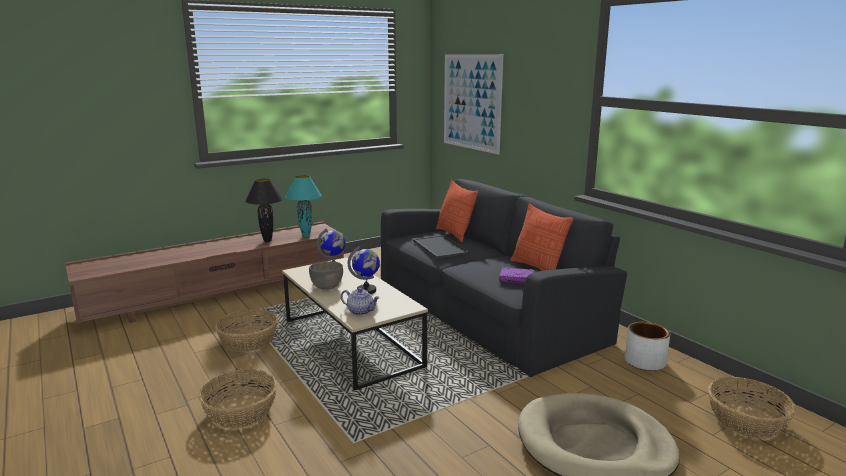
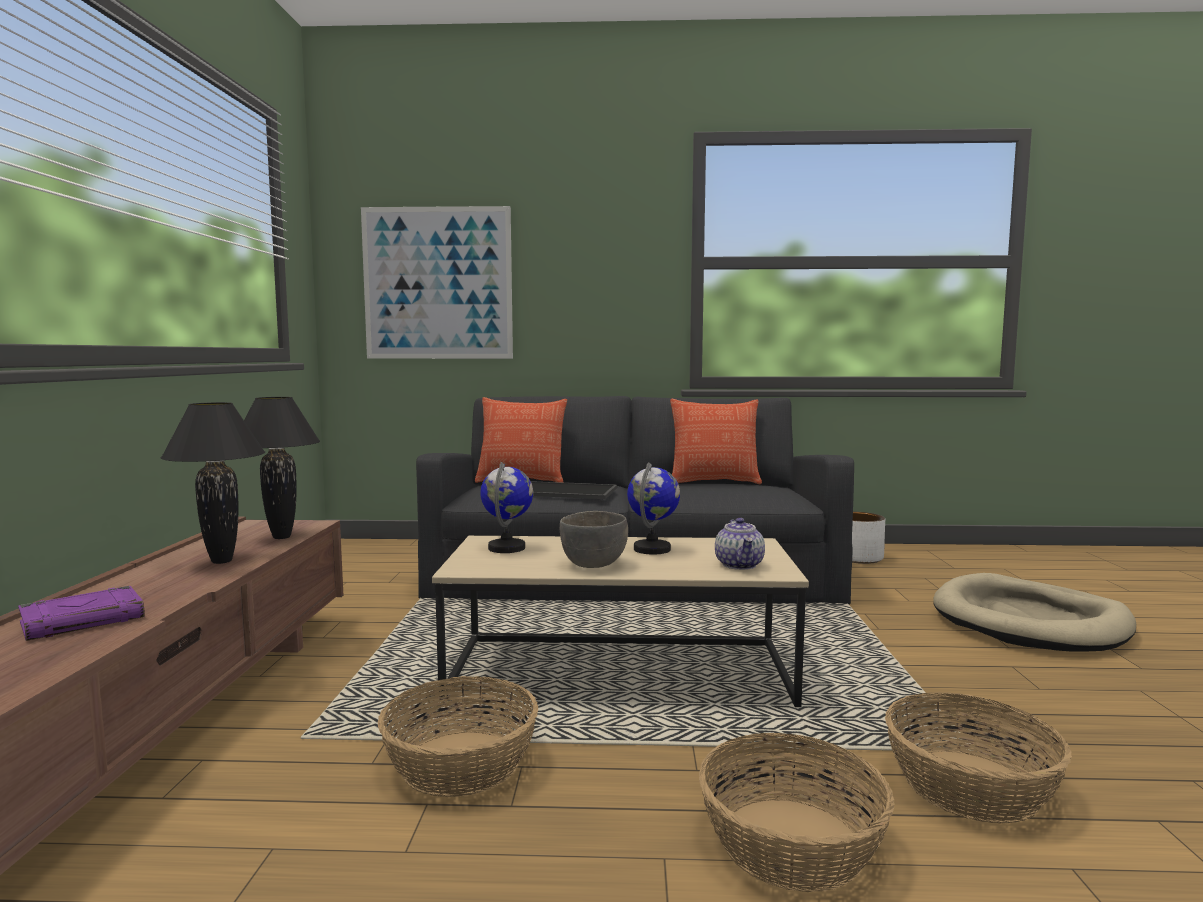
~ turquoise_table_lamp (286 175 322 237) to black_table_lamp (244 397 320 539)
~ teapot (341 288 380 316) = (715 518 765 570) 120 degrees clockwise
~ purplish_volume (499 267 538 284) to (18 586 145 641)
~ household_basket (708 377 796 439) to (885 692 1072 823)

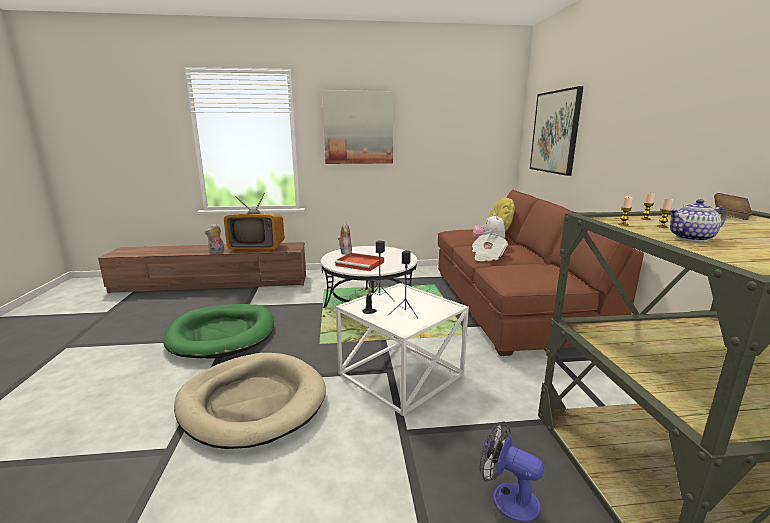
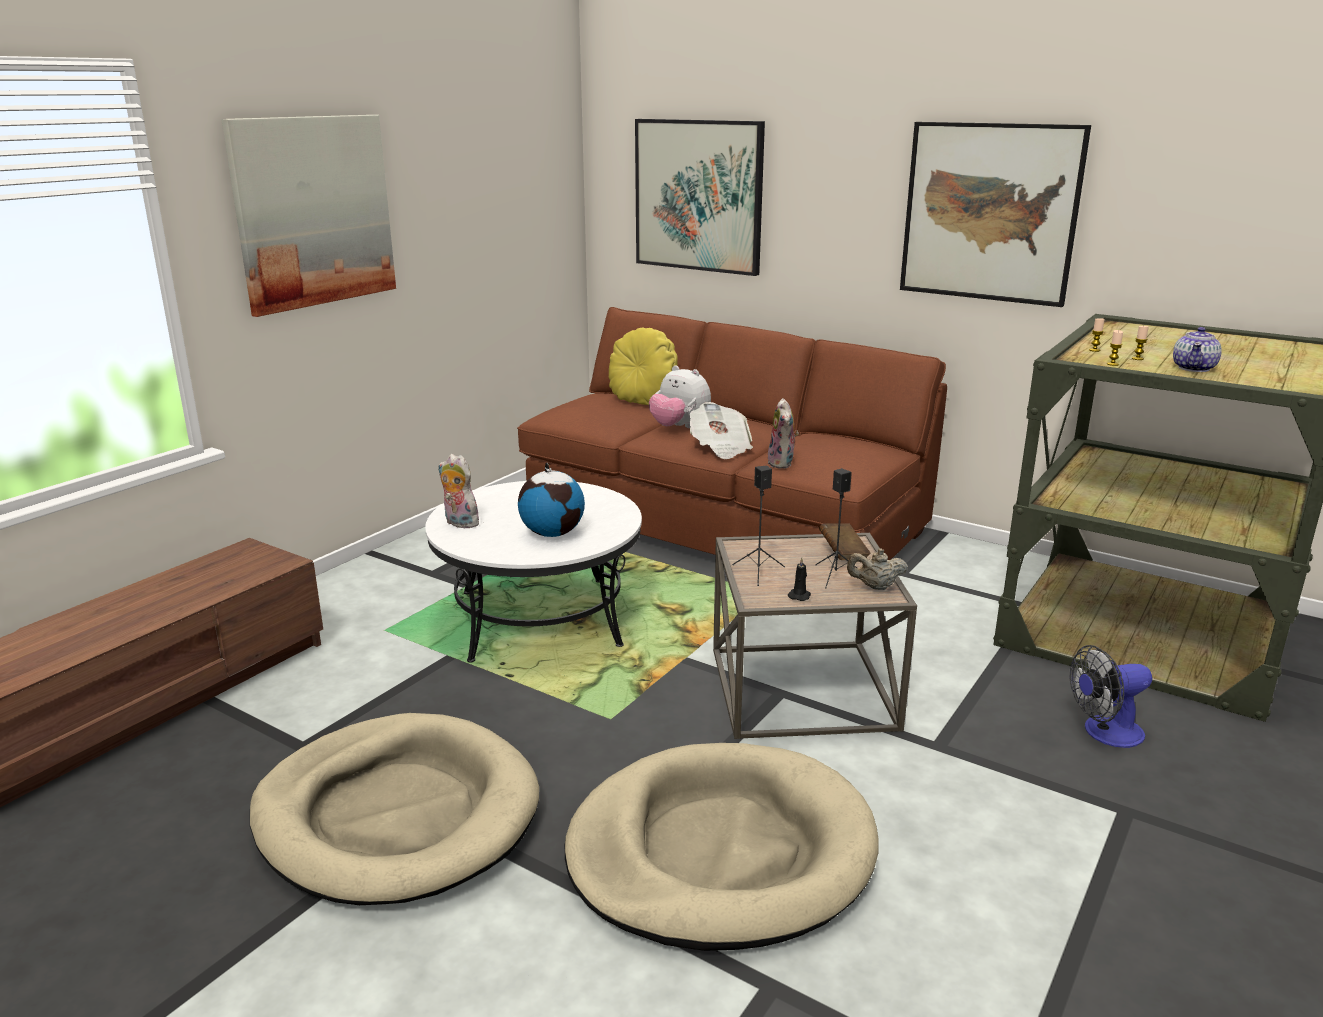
~ greenish_dog_bed (163 304 274 358) to beige_dog_bed (250 713 539 905)
~ soft_toy (204 224 224 253) to (768 398 799 469)
- TV_set (224 193 285 252)
~ reddish_serving_tray (335 253 384 271) to globe (518 463 585 537)
~ whitish_accent_table (336 283 469 416) to brown_accent_table (713 533 917 739)
~ brown_volume (714 193 753 220) to (819 523 870 560)
+ beige_teapot (847 548 908 590)
+ picture (900 122 1091 307)

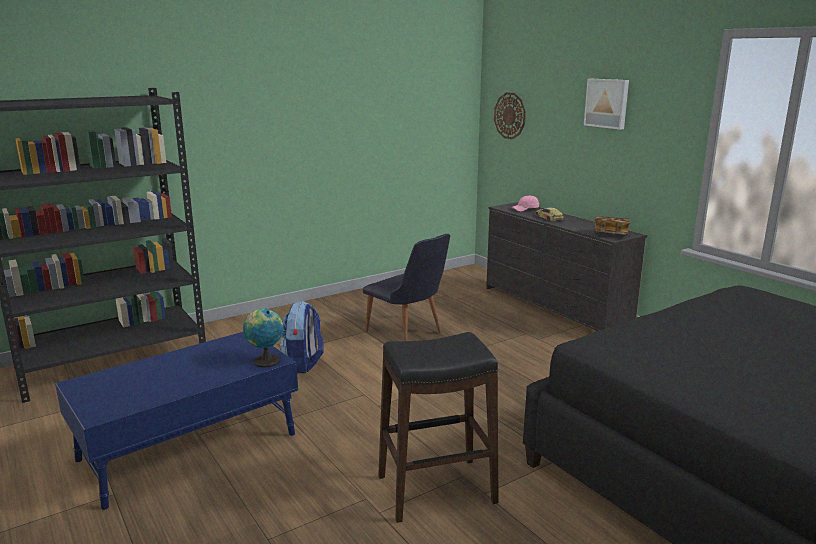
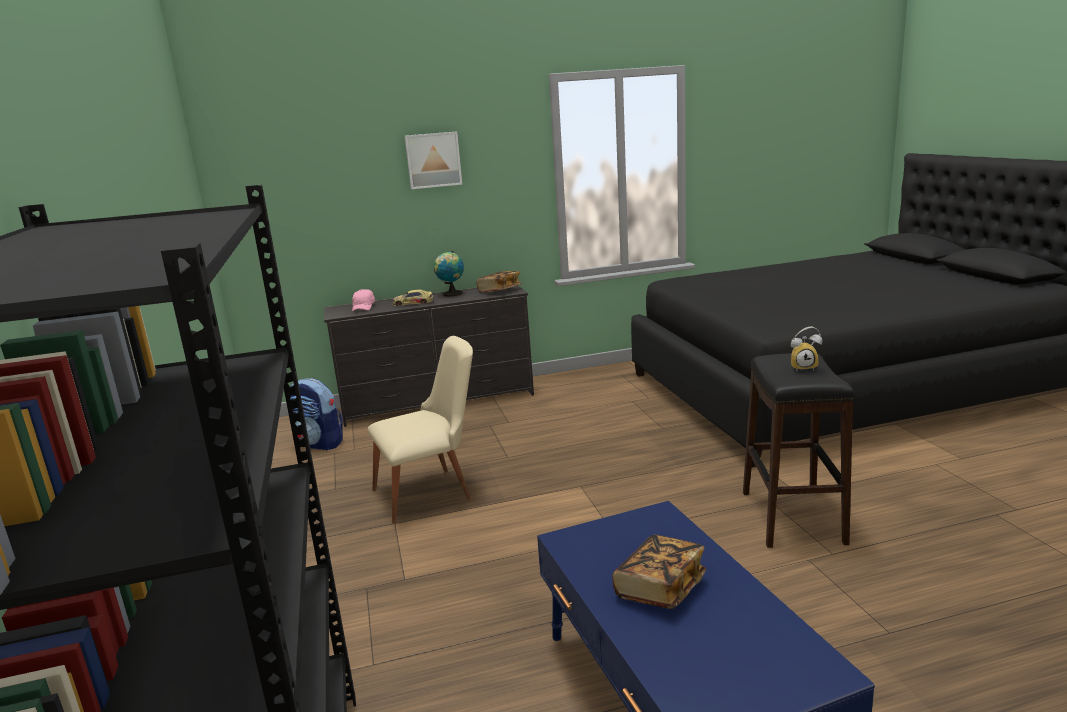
~ globe (243 308 283 368) to (434 251 464 296)
~ rucksack (279 301 324 373) to (290 378 343 451)
~ black_upright_chair (363 234 450 341) to beige_upright_chair (368 336 473 524)
- wall_clock (494 92 526 139)
+ volume (612 535 706 609)
+ bedside_clock (791 326 822 371)

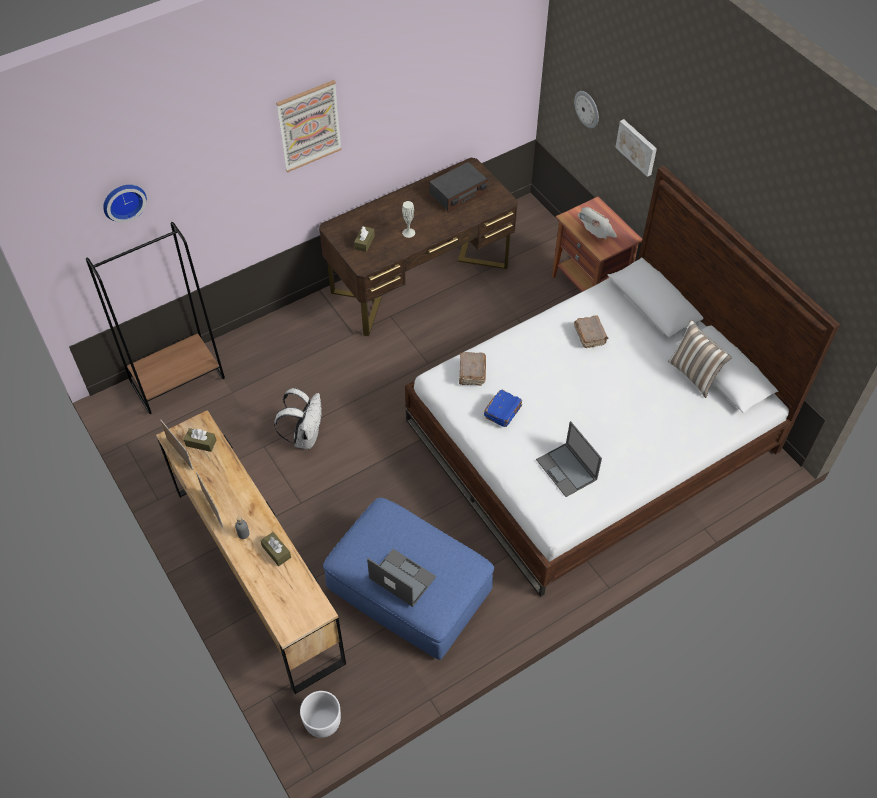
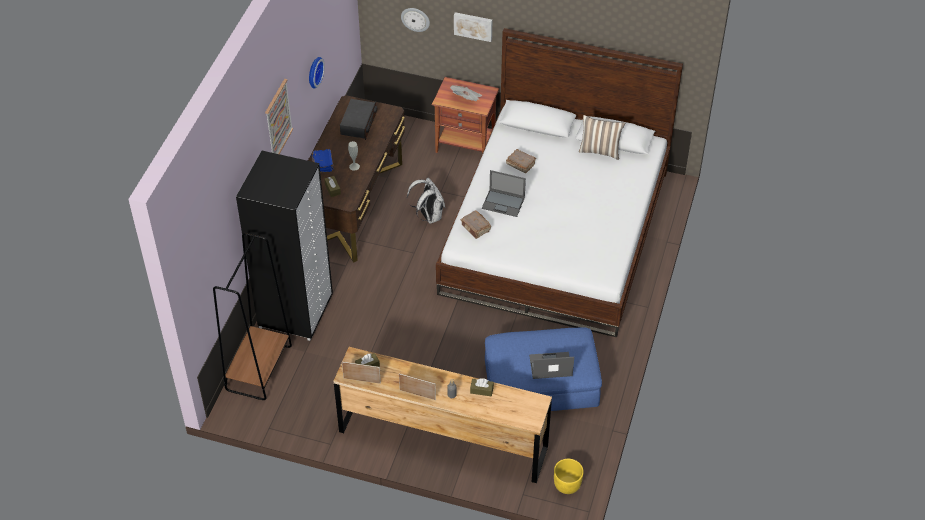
~ wall_clock (103 185 147 222) to (309 57 325 89)
~ whitish_rucksack (274 388 322 449) to (407 178 445 224)
~ whitish_flower_pot (300 691 341 738) to yellow_flower_pot (554 459 584 494)
~ blue-coloured_volume (484 390 522 427) to (312 149 334 173)
~ notebook_computer (536 421 602 497) to (482 170 526 217)
+ armoire (236 151 333 341)

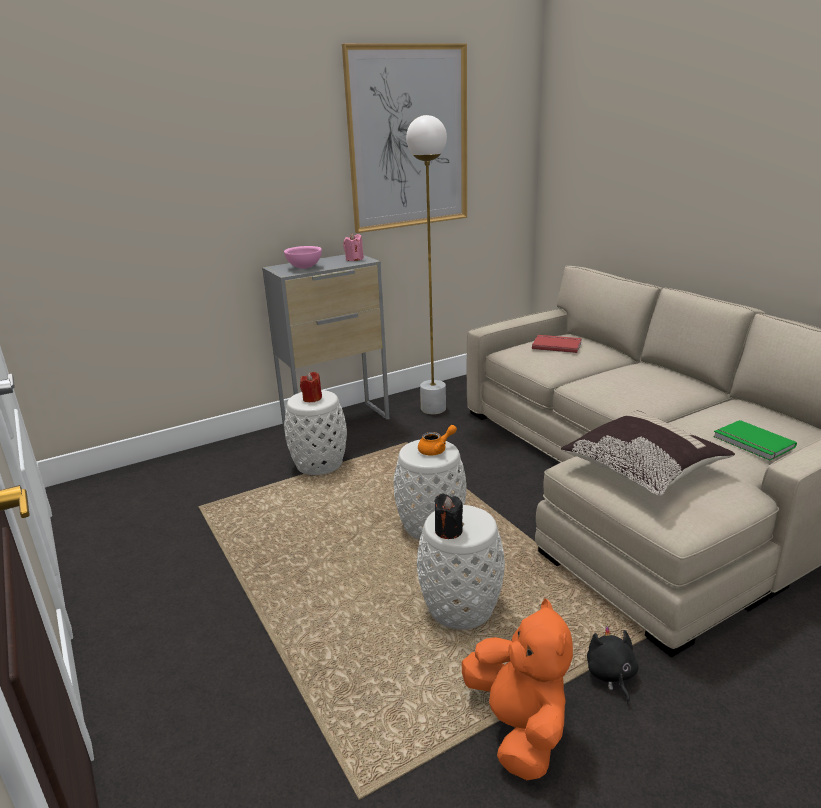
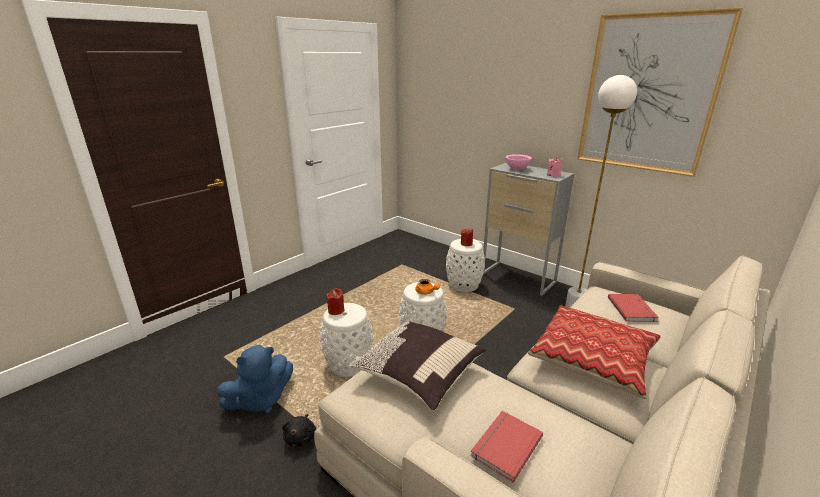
~ black_wax_light (434 493 463 539) to reddish_wax_light (326 288 344 315)
~ orangey_soft_toy (462 598 573 780) to blue-coloured_soft_toy (217 345 293 414)
~ black_soft_toy (587 626 639 704) = (282 414 316 446) 120 degrees clockwise
~ greenish_volume (713 420 797 460) to reddish_volume (470 411 543 482)
+ throw_pillow (528 305 661 399)

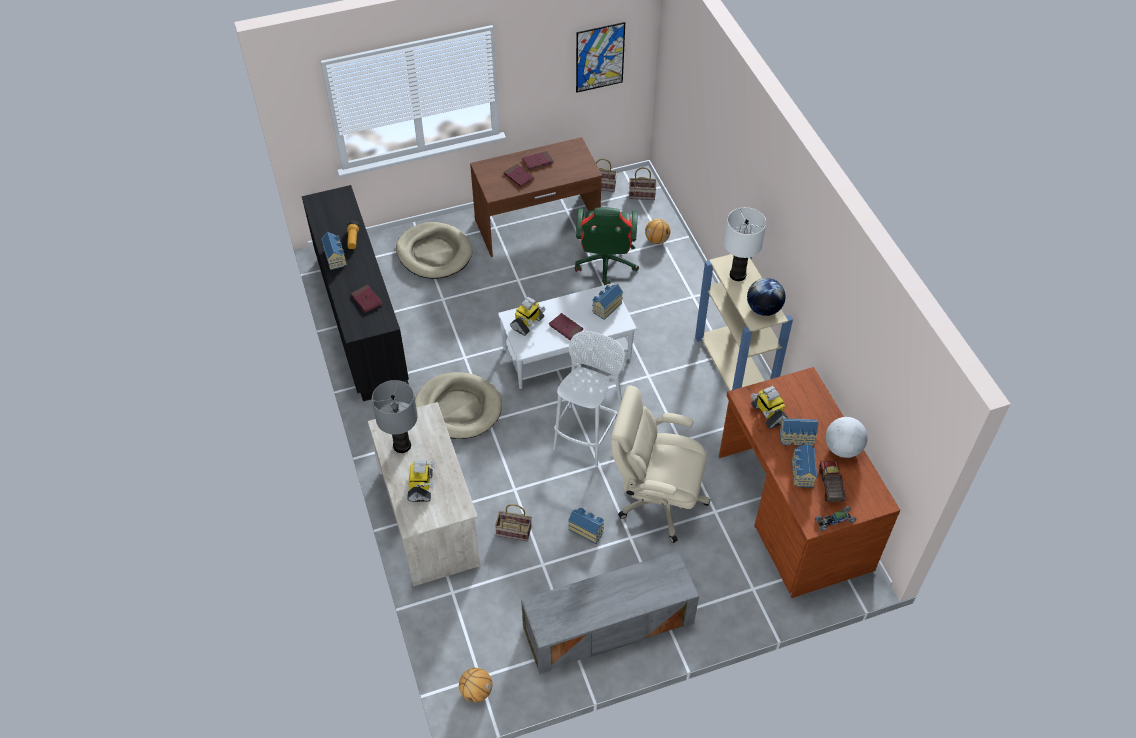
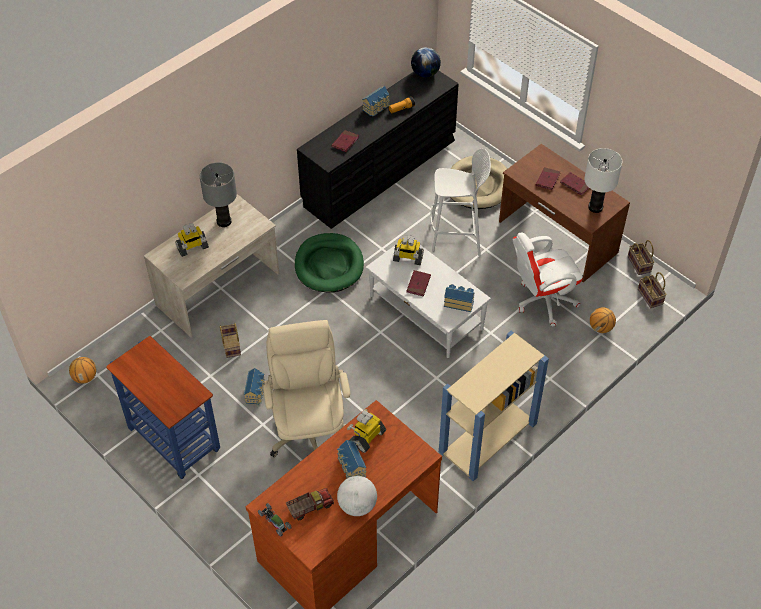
~ beige_dog_bed (415 372 502 439) to greenish_dog_bed (295 233 364 293)
~ grey_indoor_bench (521 551 699 674) to blue-coloured_cart (106 336 220 479)
~ whitish_stool_seat (553 331 625 467) to (430 149 491 256)
~ greenish_office_chair (575 207 639 285) to whitish_office_chair (513 233 582 327)
- picture (576 22 625 93)
~ whitish_table_lamp (724 207 766 281) to (584 148 622 213)
~ globe (747 278 785 316) to (411 47 441 78)
- miniature_house (792 443 817 488)

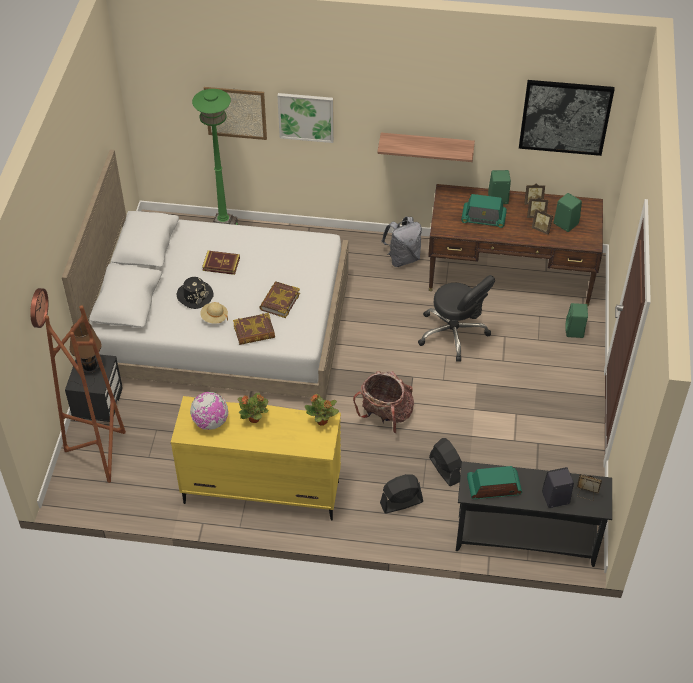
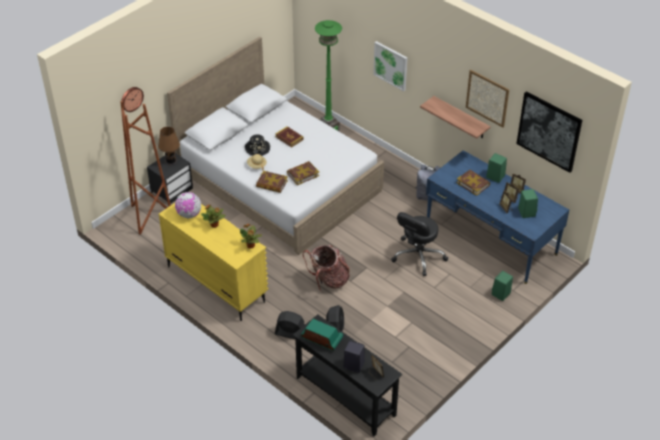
~ picture (204 87 267 140) to (466 70 509 128)
~ black_office_chair (418 275 495 362) = (391 212 448 276) 45 degrees clockwise
~ brown_desk_table (428 184 603 306) to blue-coloured_desk_table (426 150 569 284)
~ radio (461 194 507 228) to volume (456 170 490 196)

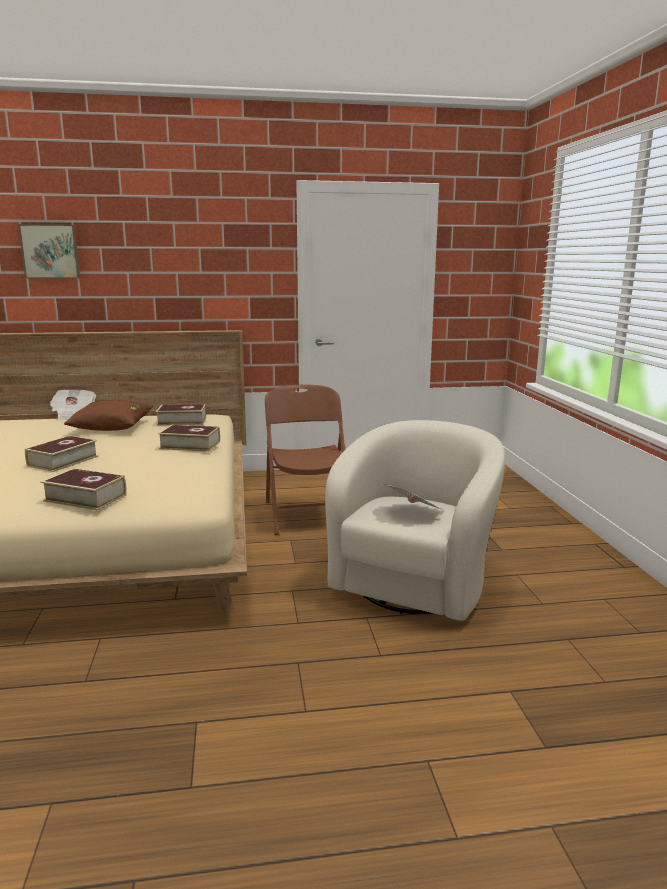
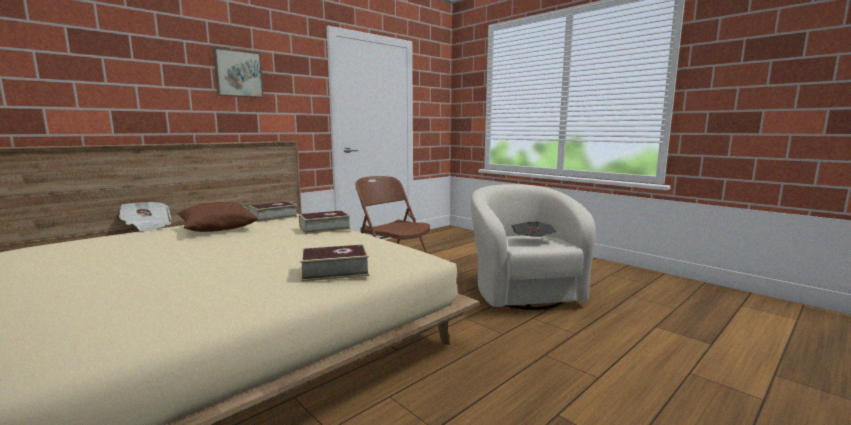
~ picture (18 224 80 278) to (213 48 264 98)
- volume (25 436 98 472)

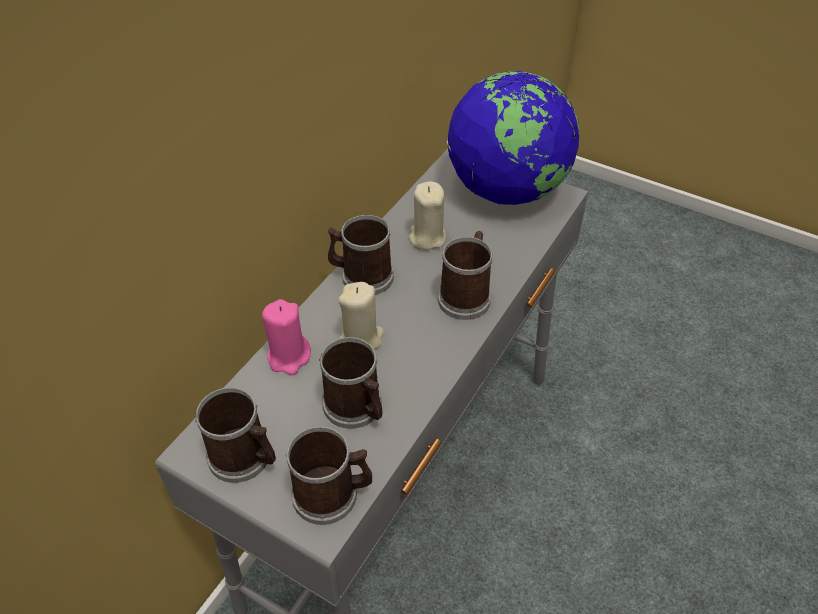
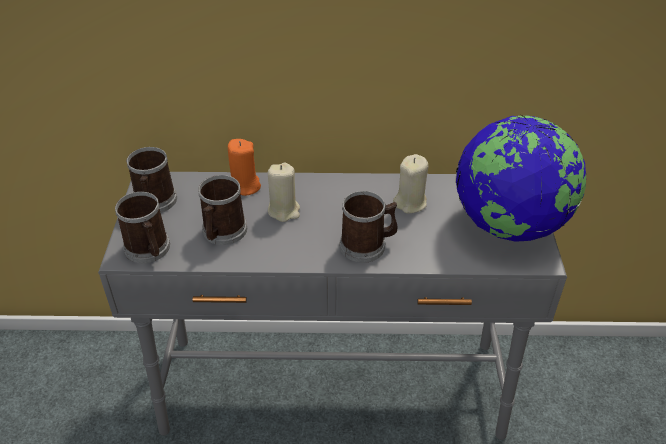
~ pink_wax_light (262 299 311 375) to orangey_wax_light (228 139 261 196)
- tea_mug (328 215 394 295)

